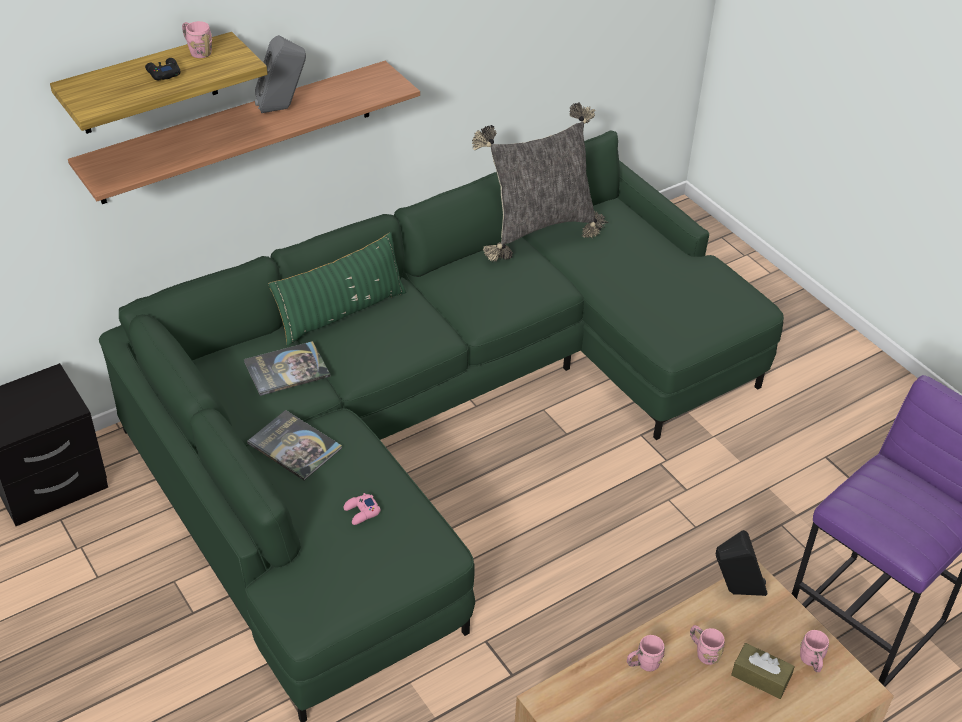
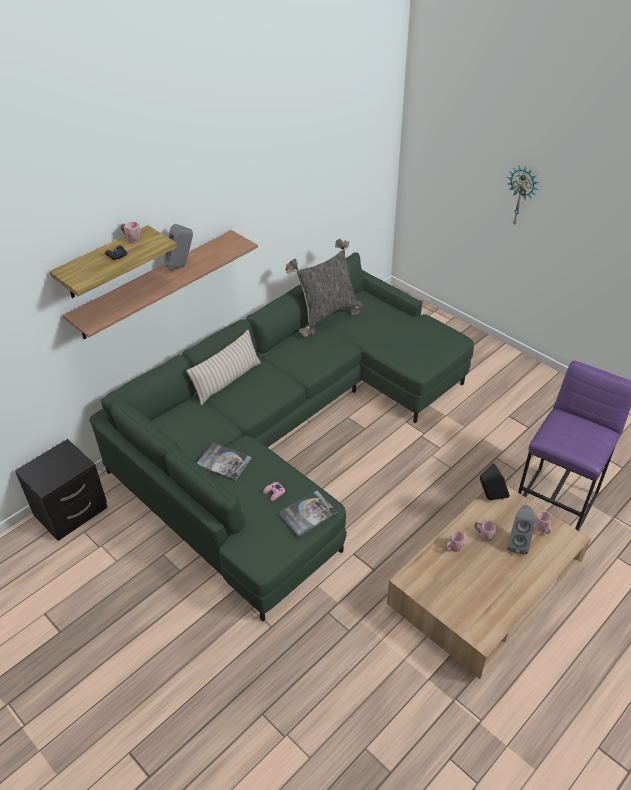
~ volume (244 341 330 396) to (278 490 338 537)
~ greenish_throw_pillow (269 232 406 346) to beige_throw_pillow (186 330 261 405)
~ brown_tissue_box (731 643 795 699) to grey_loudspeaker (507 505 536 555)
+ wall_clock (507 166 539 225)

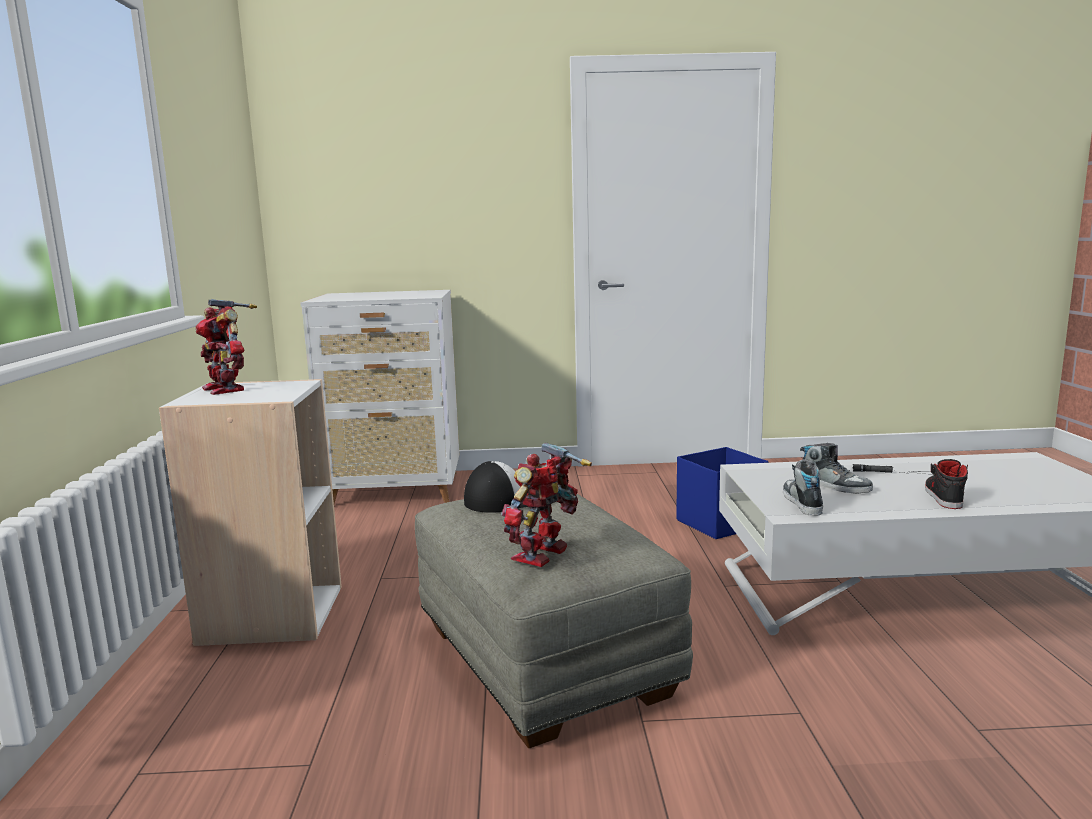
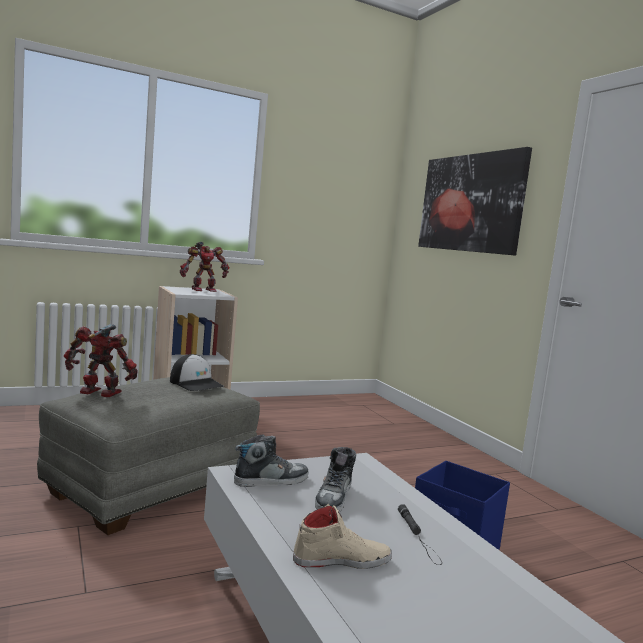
~ model_robot (196 299 257 395) = (180 242 229 292) 150 degrees counterclockwise
- whitish_dresser (300 290 459 504)
~ black_low_shoe (925 459 968 509) to beige_low_shoe (293 504 392 569)
+ picture (418 147 532 256)

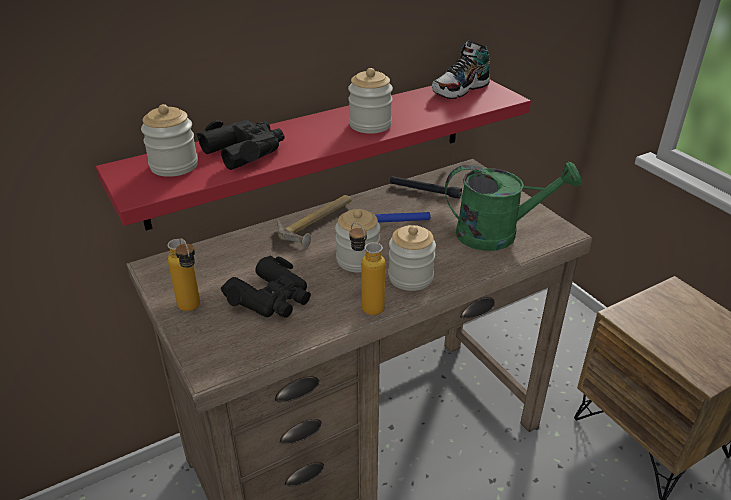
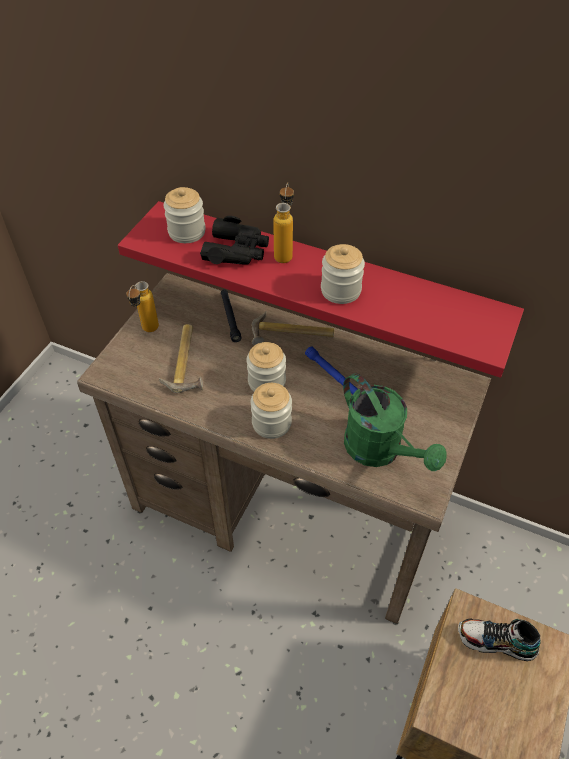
~ black_field_glasses (221 256 311 318) to tool_hammer (159 324 203 393)
~ beverage_bottle (349 222 385 315) to (273 182 294 263)
~ black_flashlight (390 176 462 199) to (221 289 242 342)
~ low_shoe (432 40 490 99) to (458 619 541 661)

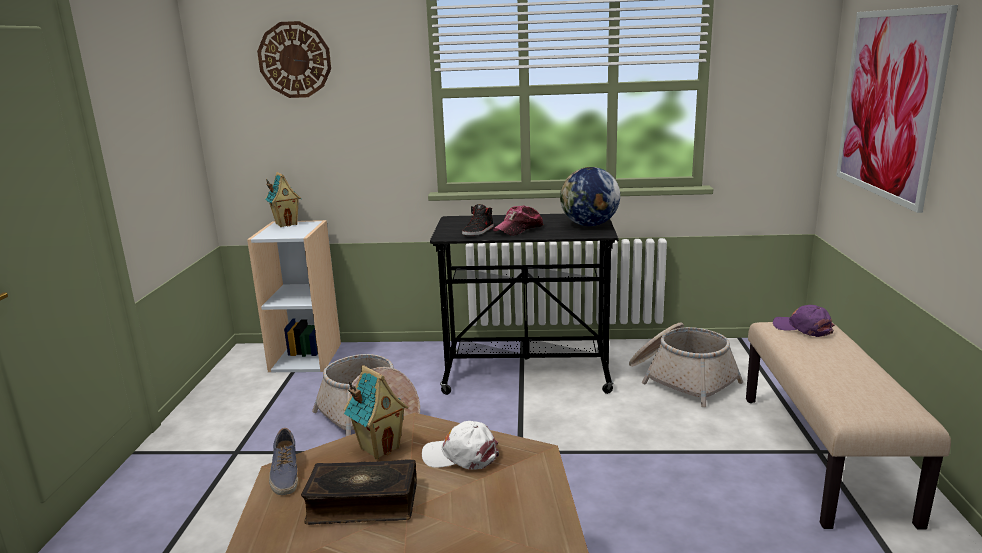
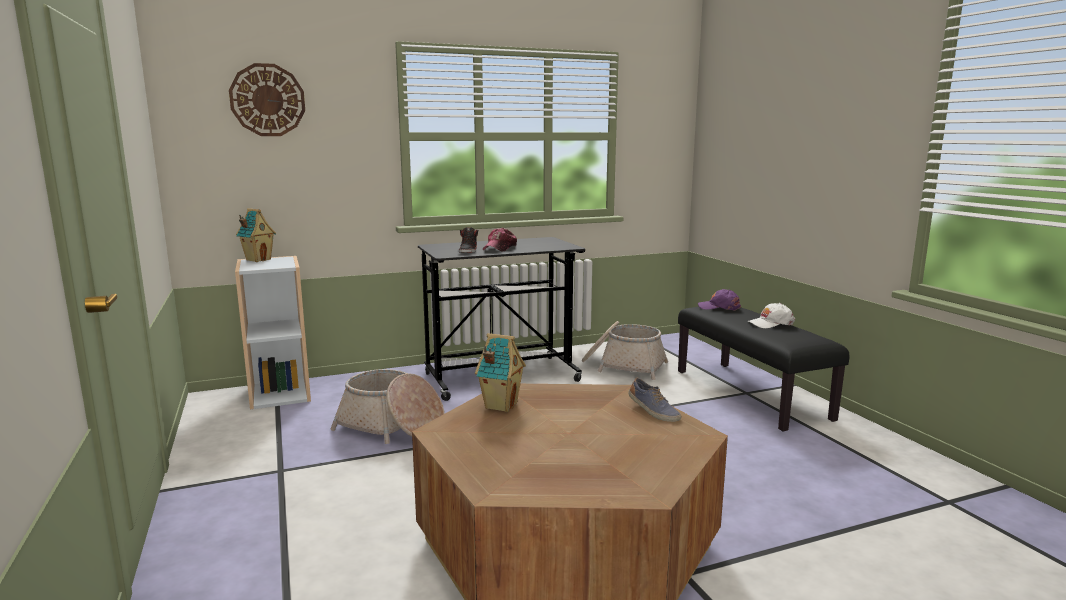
~ low_shoe (269 428 298 495) to (628 378 681 422)
- volume (301 459 417 525)
~ whitish_cap (422 421 499 470) to (747 303 795 328)
- globe (560 167 620 226)
~ beige_indoor_bench (746 322 951 530) to black_indoor_bench (678 307 849 432)
- picture (836 5 958 213)

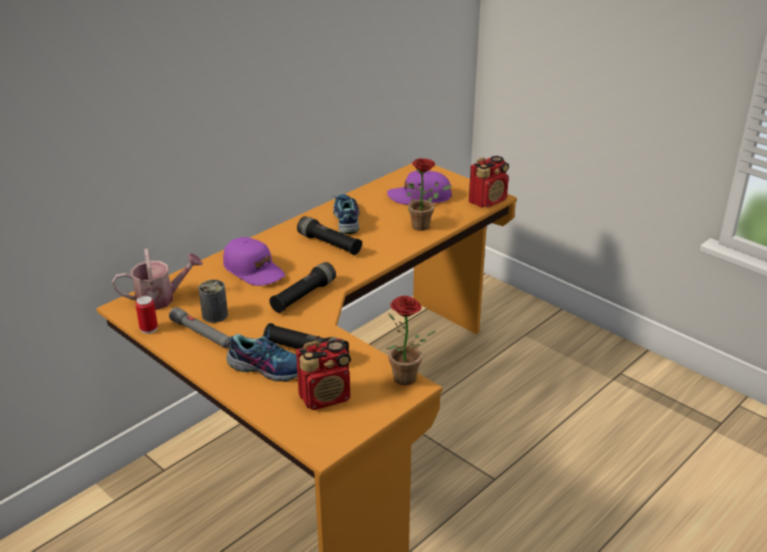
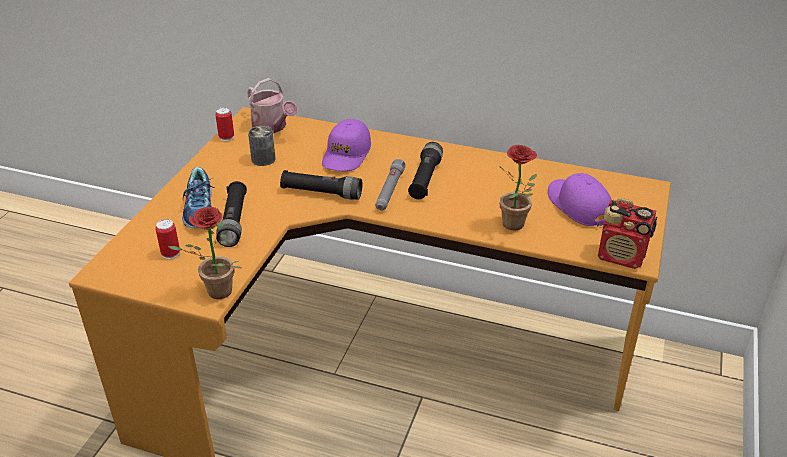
~ grey_flashlight (169 307 231 348) to (375 159 406 210)
~ radio (296 339 351 410) to can (155 219 180 259)
- low_shoe (333 194 360 234)

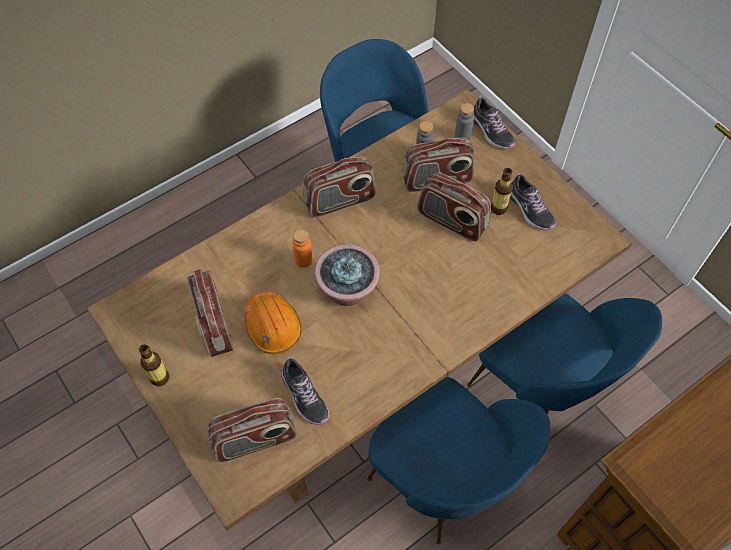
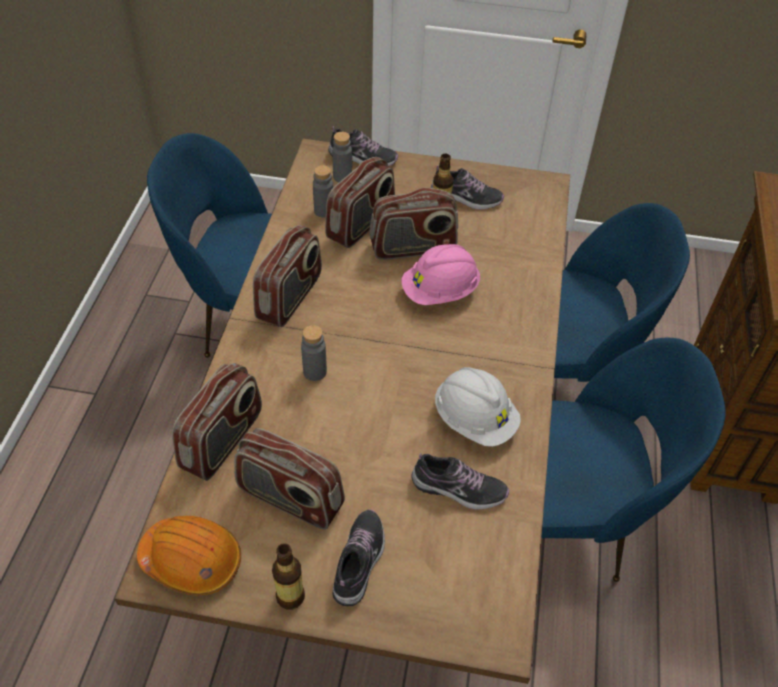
~ radio (207 398 297 462) to (172 363 262 481)
~ orangey_safety_helmet (244 292 302 354) to (137 516 241 595)
~ orangey_beverage_bottle (292 229 313 268) to grey_beverage_bottle (301 325 327 381)
- plant_in_a_pot (314 244 380 306)
+ low_shoe (332 510 385 606)
+ pink_safety_helmet (402 244 480 305)
+ whitish_safety_helmet (435 367 521 447)

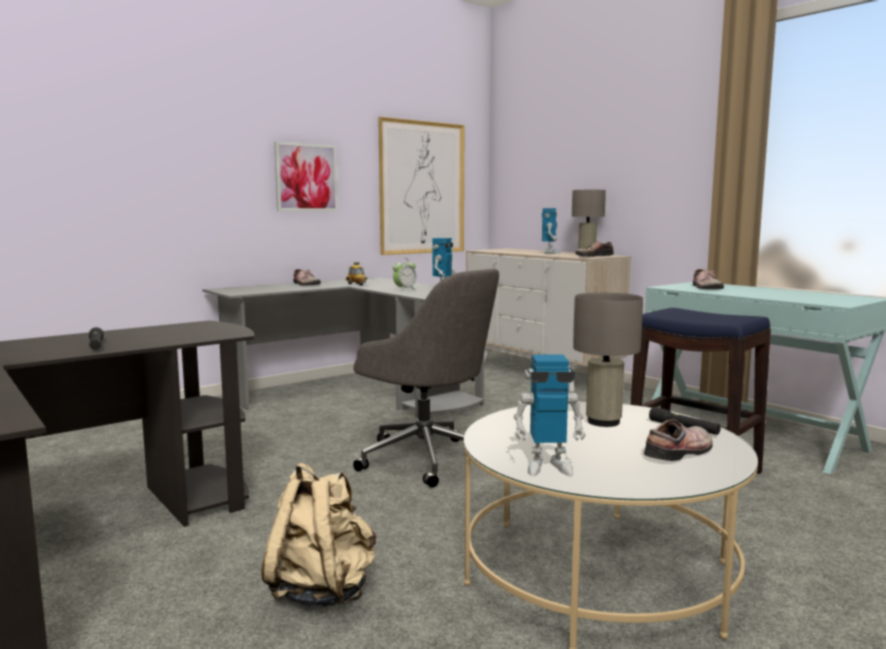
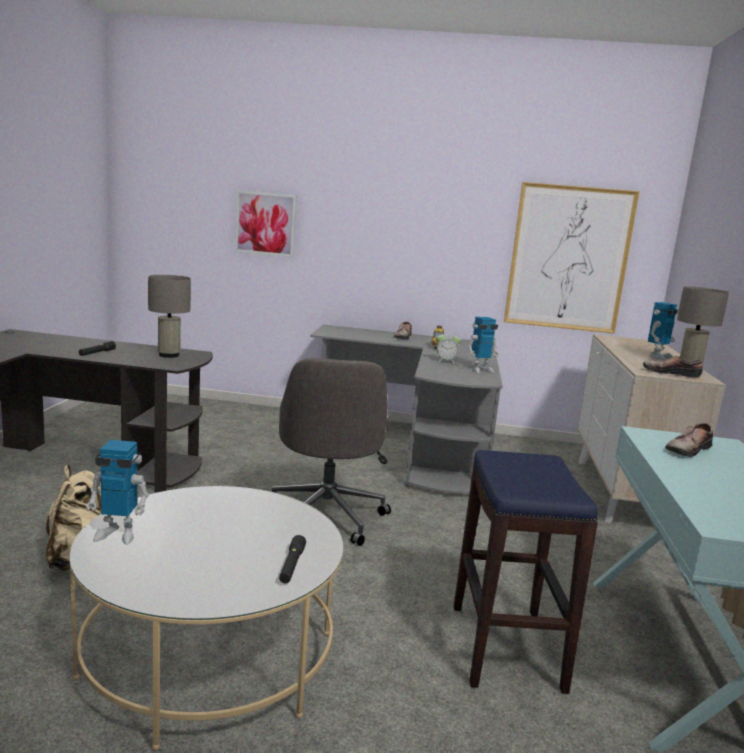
~ picture (274 142 338 211) to (235 190 297 257)
~ model_robot (514 355 585 476) = (86 440 149 545) 45 degrees counterclockwise
~ grey_table_lamp (573 293 643 427) to (148 275 191 358)
- low_shoe (644 419 713 461)

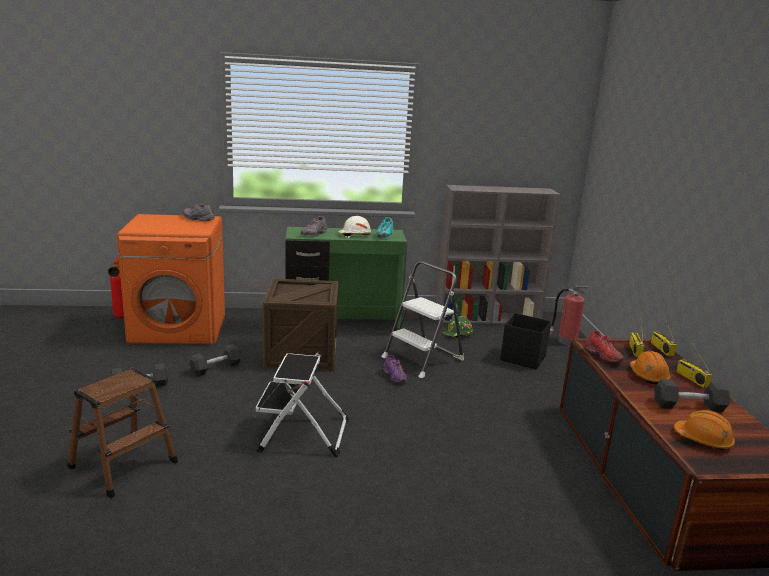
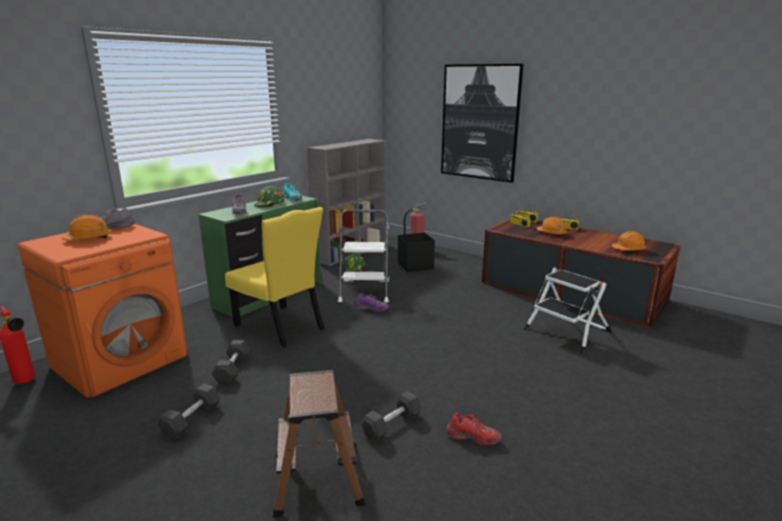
~ step_stool (256 351 349 457) to (524 267 612 354)
~ packing_crate (263 278 339 371) to yellow_upright_chair (225 207 325 347)
~ whitish_safety_helmet (338 216 371 238) to greenish_safety_helmet (254 186 285 208)
~ reddish_low_shoe (585 331 624 362) to (447 413 502 445)
~ black_dumbbell (655 379 730 412) to (361 391 422 442)
+ orangey_safety_helmet (61 215 111 240)
+ picture (441 64 524 183)

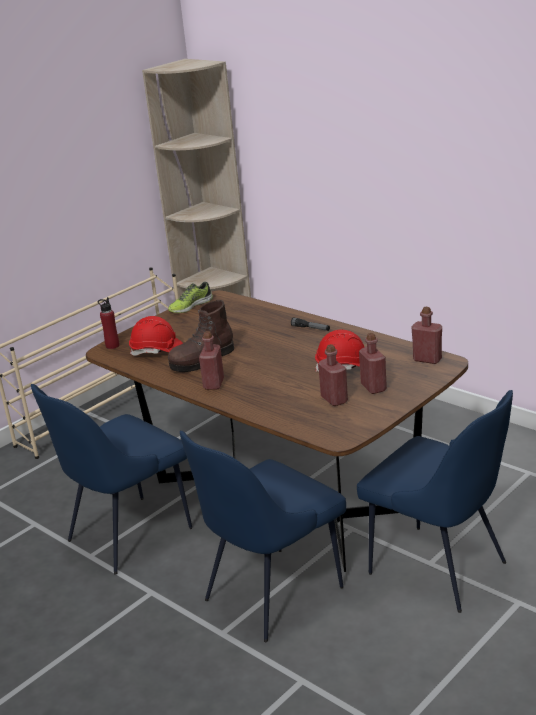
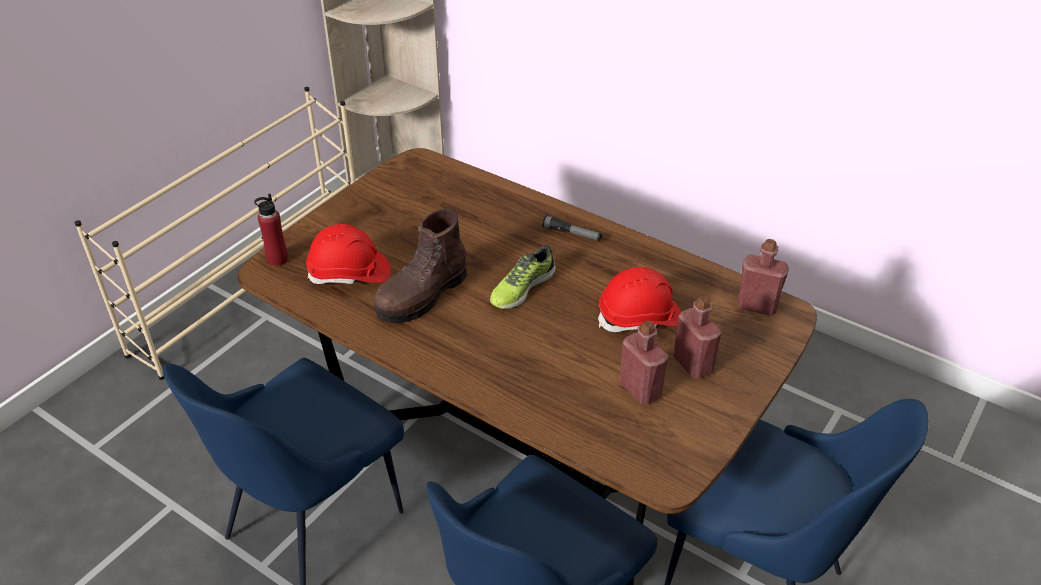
~ low_shoe (168 282 213 313) to (490 246 556 309)
- reddish_beverage_bottle (199 331 224 390)

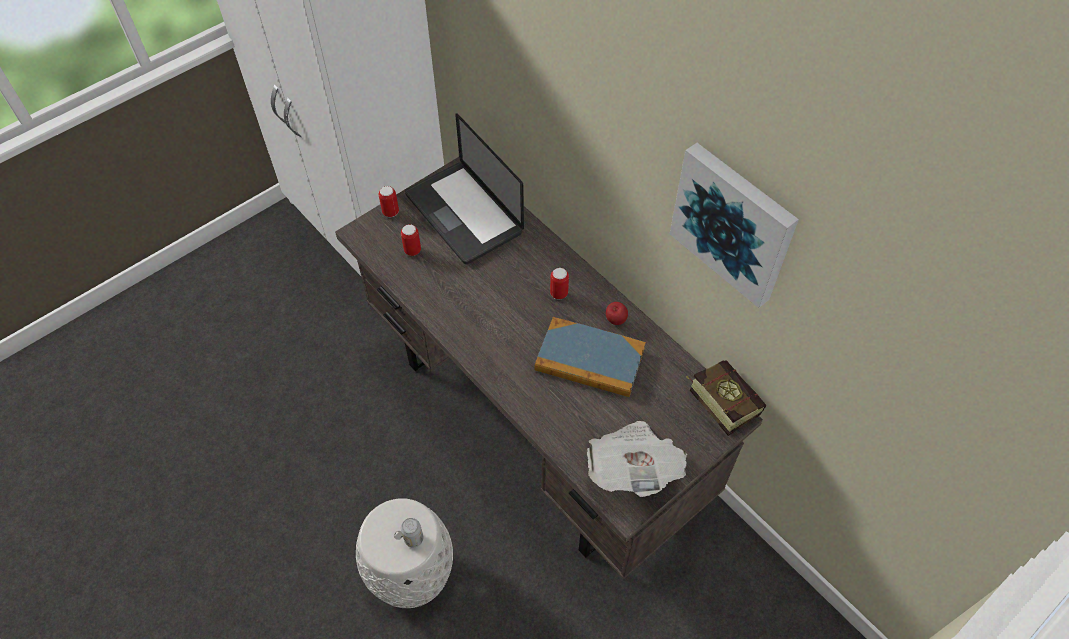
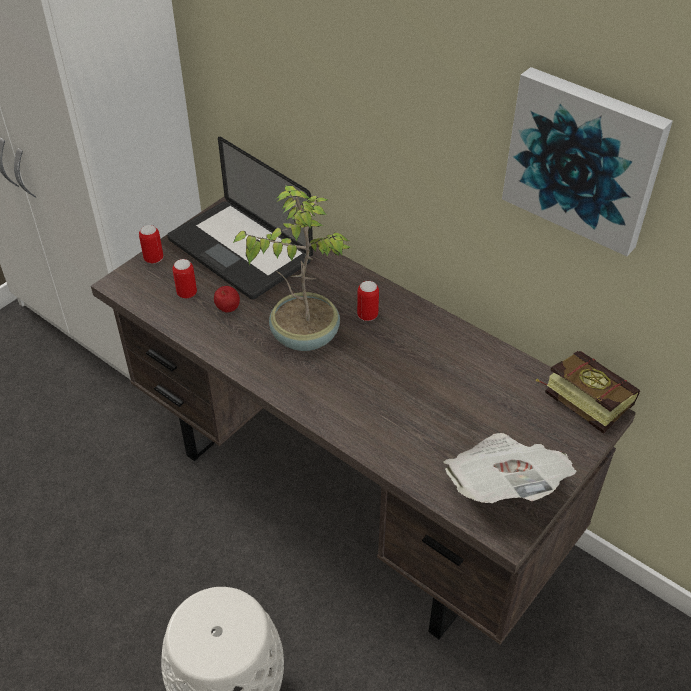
- can (401 518 423 547)
- volume (534 317 646 397)
~ whole_apple (606 302 628 325) to (214 286 240 312)
+ plant_in_a_pot (233 185 350 351)

